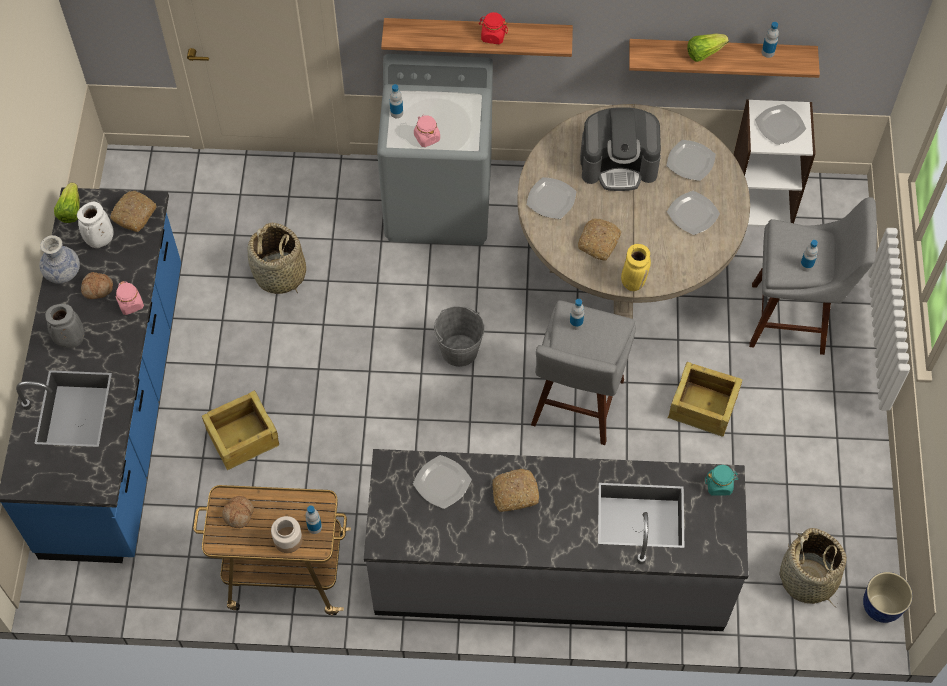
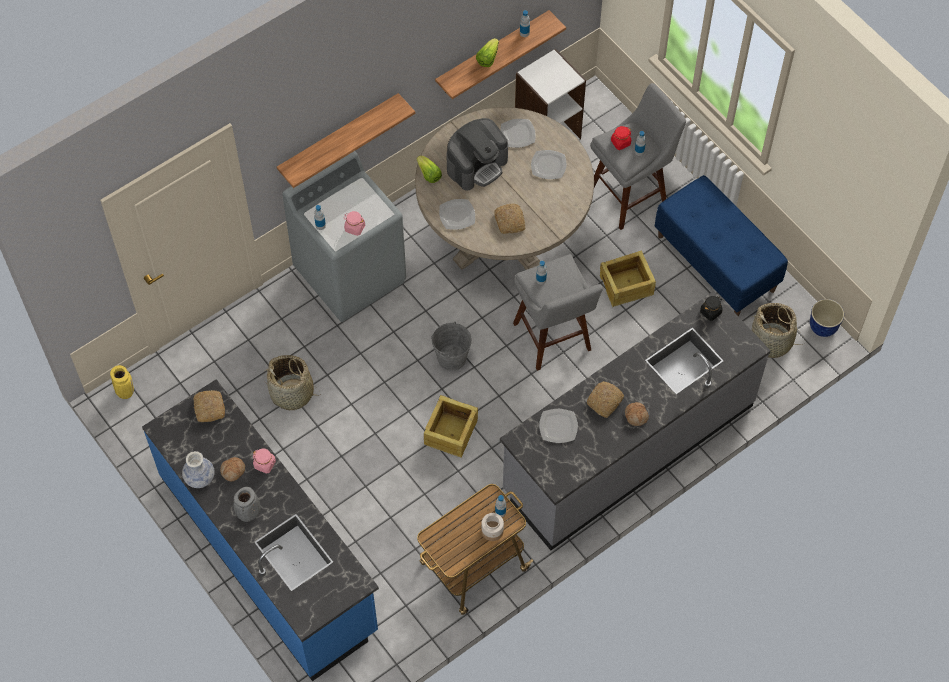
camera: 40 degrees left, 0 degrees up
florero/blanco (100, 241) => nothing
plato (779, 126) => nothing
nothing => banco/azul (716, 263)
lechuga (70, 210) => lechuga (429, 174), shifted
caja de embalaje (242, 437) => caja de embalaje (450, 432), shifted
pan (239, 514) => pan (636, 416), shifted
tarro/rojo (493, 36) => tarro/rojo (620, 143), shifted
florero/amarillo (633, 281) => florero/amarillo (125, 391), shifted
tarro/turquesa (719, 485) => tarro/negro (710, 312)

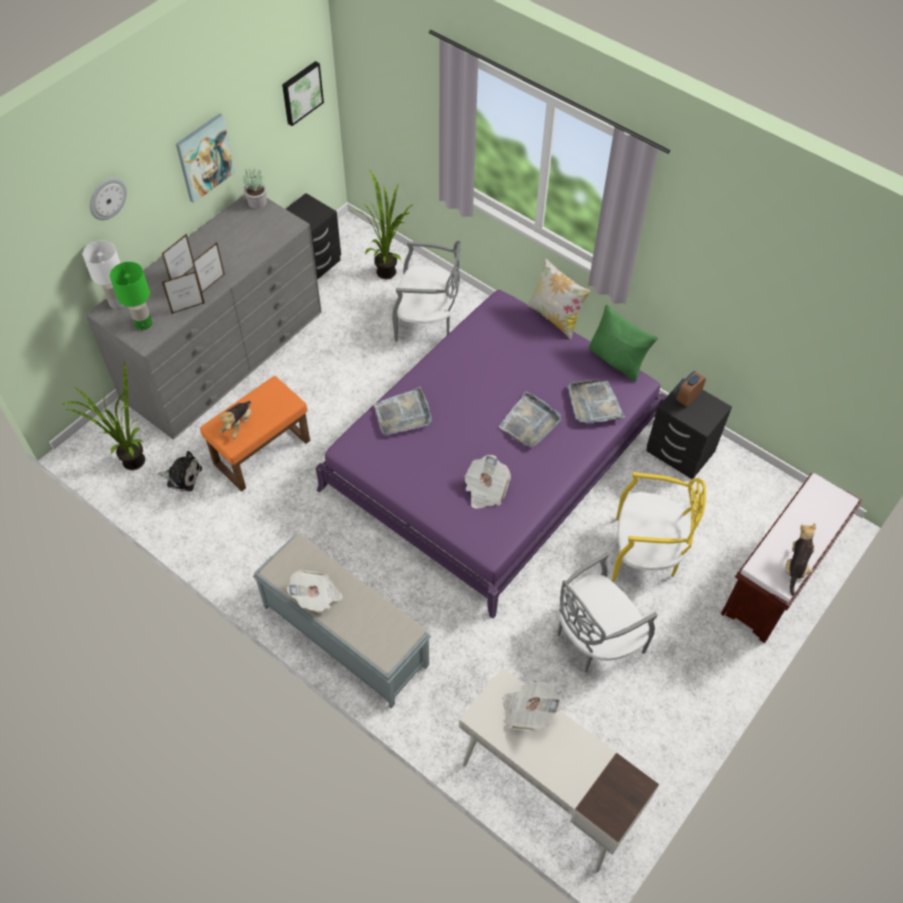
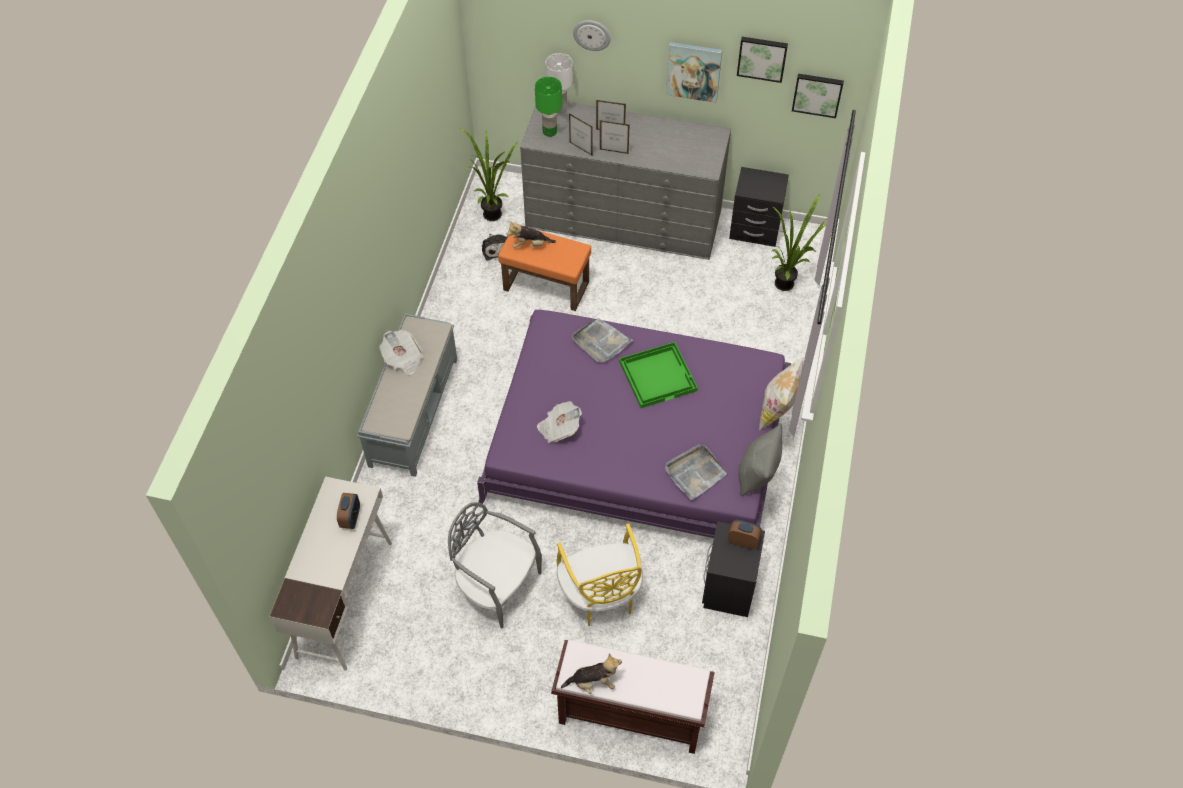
camera: 65 degrees right, 0 degrees up
planta en maceta (257, 202) => nothing
silla/gris (427, 320) => nothing
bandeja/gris (530, 422) => nothing
nothing => bandeja/verde (658, 375)
nothing => cuadro (762, 58)
periódico (528, 711) => despertador (351, 518)
cojín/verde (617, 360) => cojín/gris (757, 474)

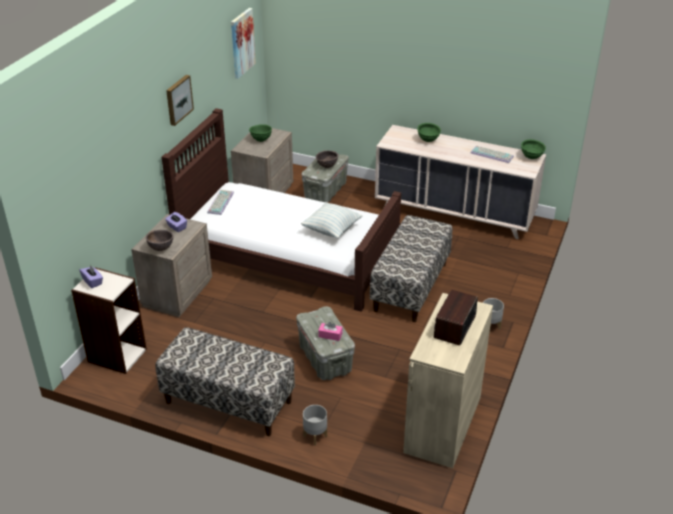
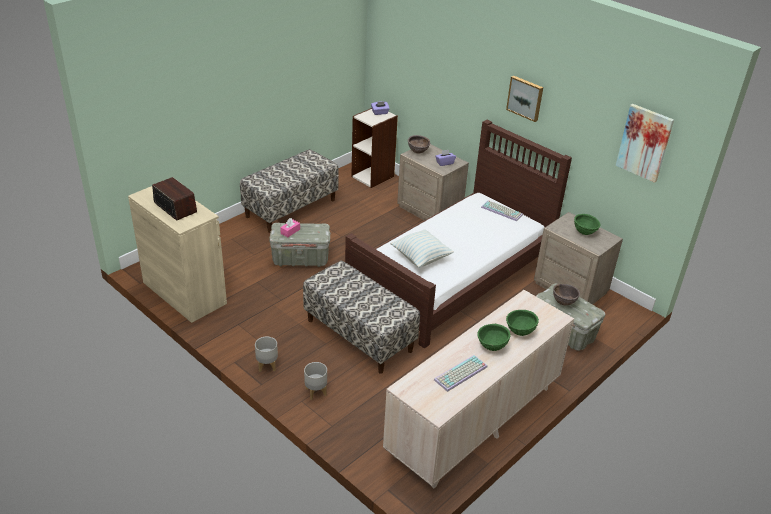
camera: 110 degrees right, 0 degrees up
maceta/gris (315, 436) => maceta/gris (316, 392), shifted
cuenco/verde (531, 158) => cuenco/verde (491, 347), shifted

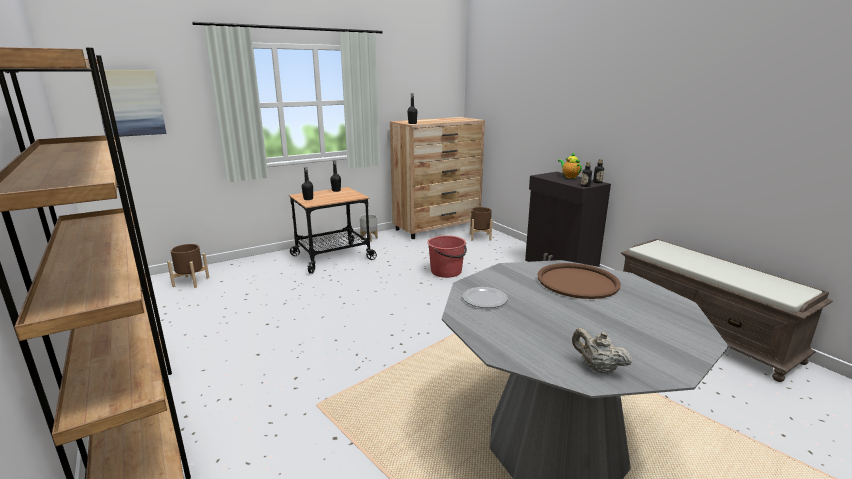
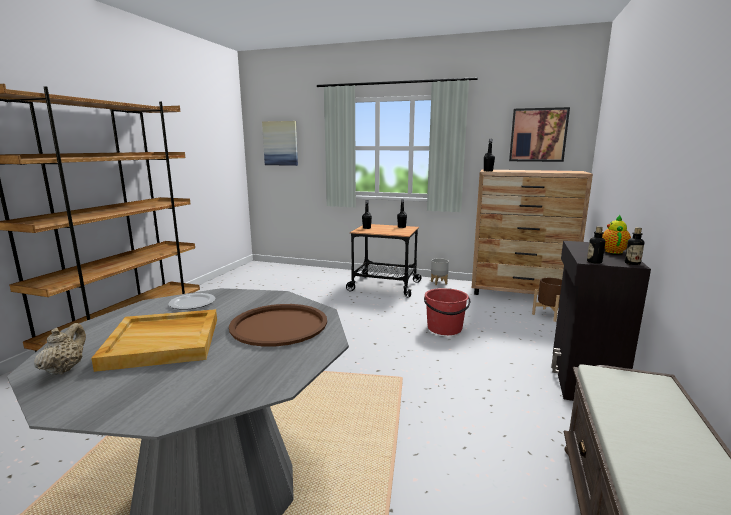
camera: 50 degrees right, 5 degrees down
maceta/marrón (191, 282) => nothing
nothing => bandeja/beis (164, 342)
nothing => cuadro (538, 135)

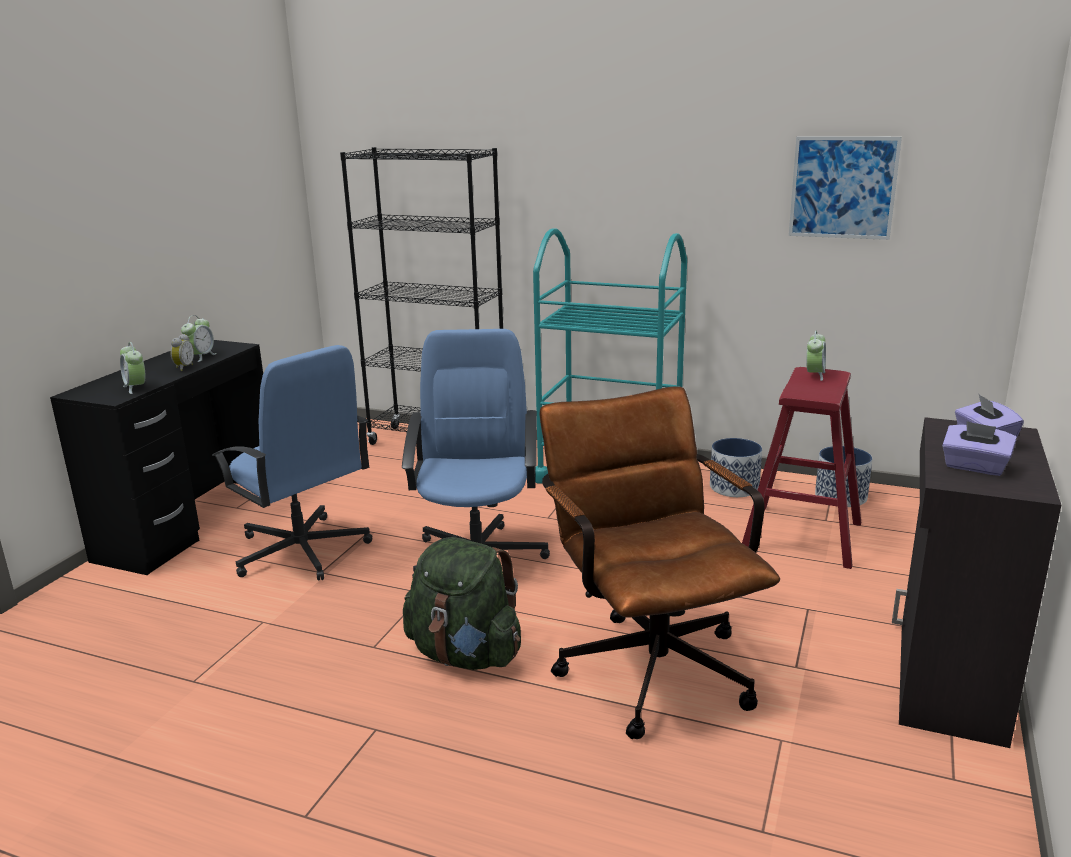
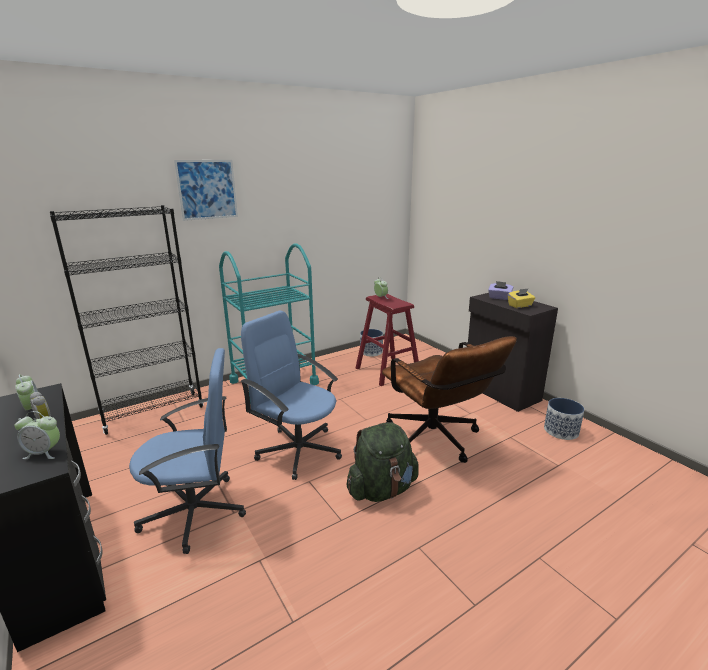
camera: 55 degrees left, 0 degrees up
maceta (734, 488) => maceta (561, 431), shifted
cuadro (843, 187) => cuadro (207, 189), shifted
caja de pañuelos/morado (974, 467) => caja de pañuelos/amarillo (520, 305)
silla de oficina/marrón (649, 661) => silla de oficina/marrón (437, 442), 135 degrees counterclockwise

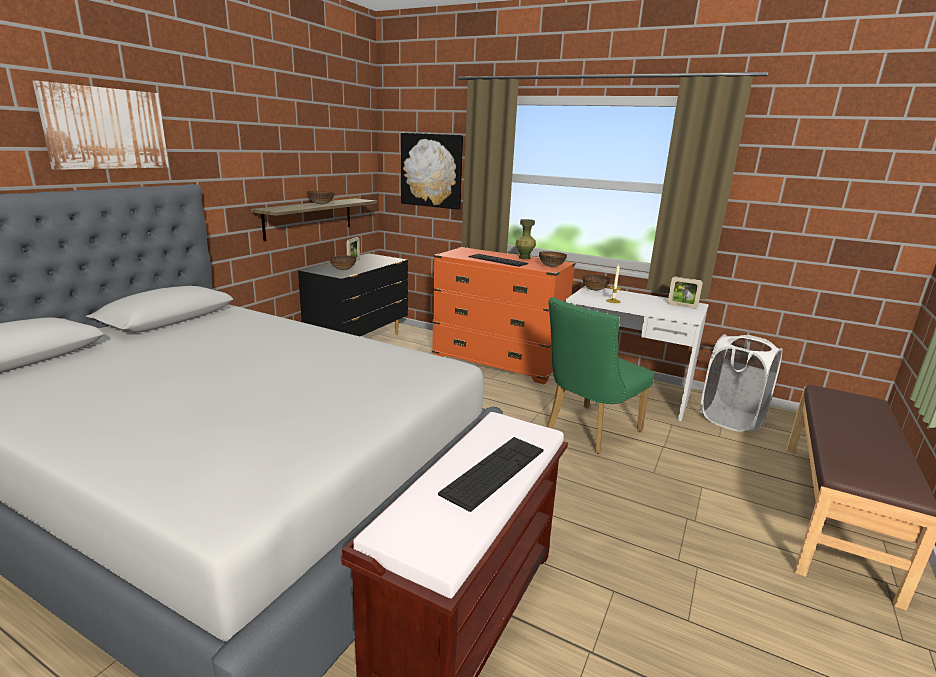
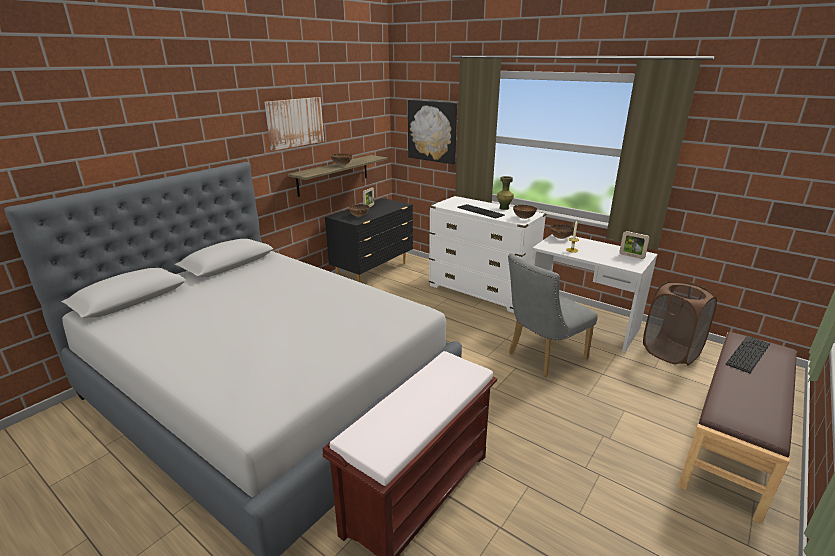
camera: 10 degrees right, 5 degrees up
cuadro (106, 128) => cuadro (295, 122), shifted
teclado (494, 471) => teclado (748, 354), shifted
cómoda/naranja (497, 362) => cómoda/blanco (481, 292)
silla/verde (588, 431) => silla/gris (542, 357)
cesto de la ropa/blanco (731, 419) => cesto de la ropa/marrón (670, 352)

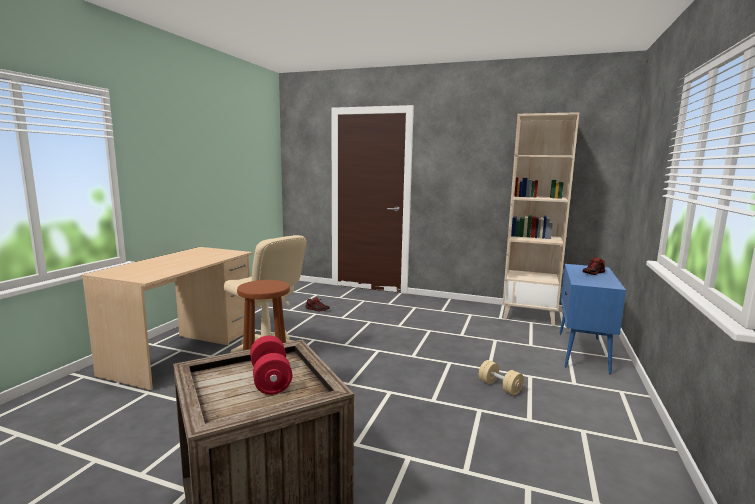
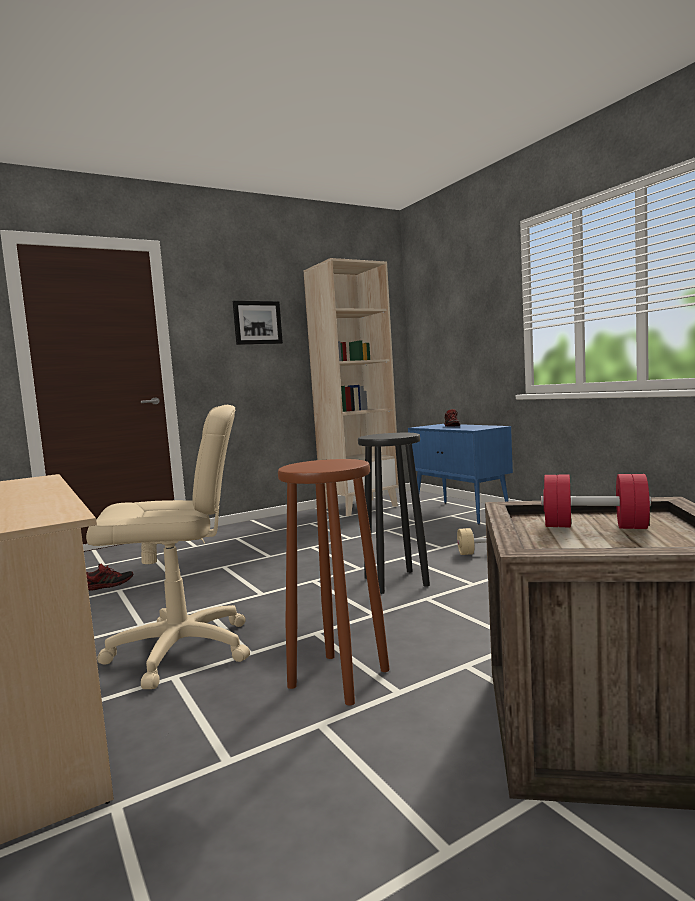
camera: 50 degrees left, 5 degrees down
nothing => cuadro (257, 323)
nothing => taburete/negro (397, 581)

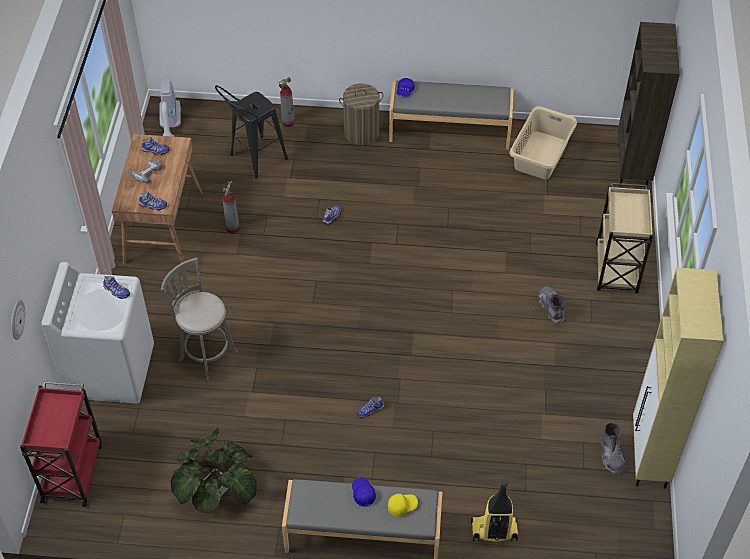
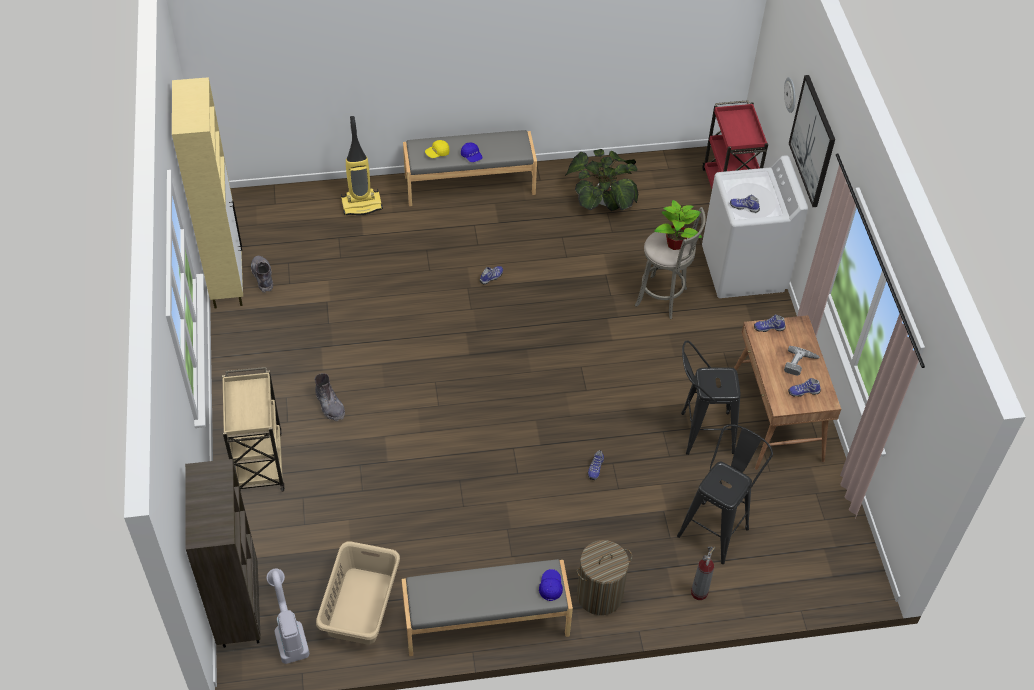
camera: 165 degrees right, 0 degrees up
nothing => planta en maceta (675, 244)
nothing => cuadro (813, 141)
aspiradora (170, 126) => aspiradora (288, 630), shifted
extintor (232, 228) => taburete/negro (700, 433)

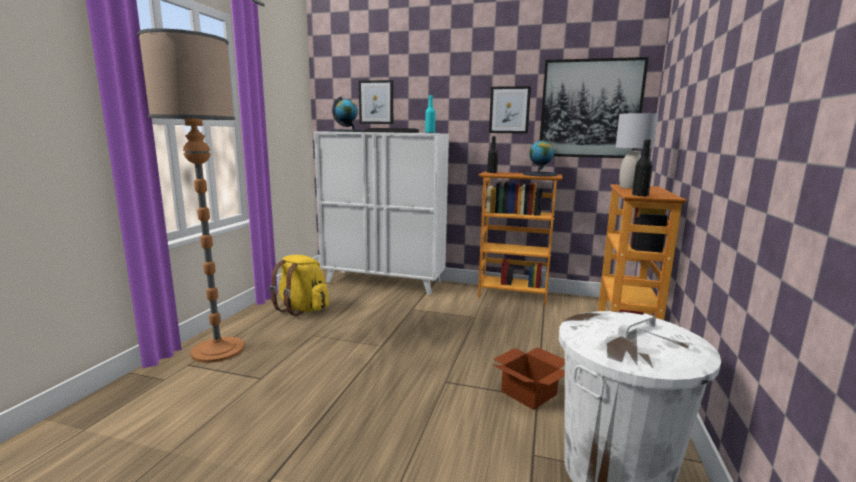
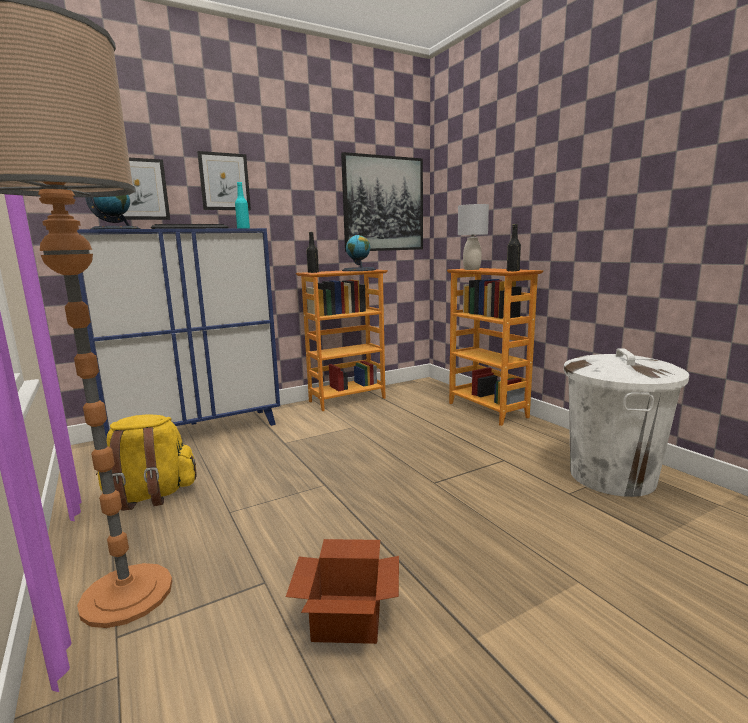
camera: 45 degrees left, 0 degrees up
cuadro (509, 110) => cuadro (224, 182), shifted
caja de cartón (530, 393) => caja de cartón (349, 616), shifted
armario/blanco (384, 282) => armario/azul (198, 431)

